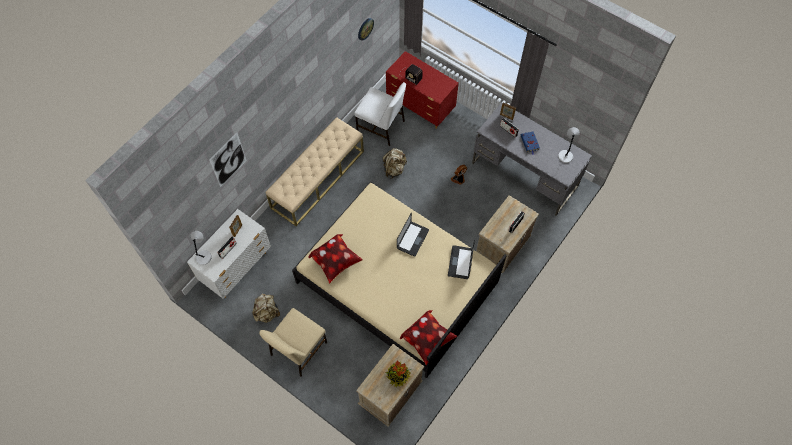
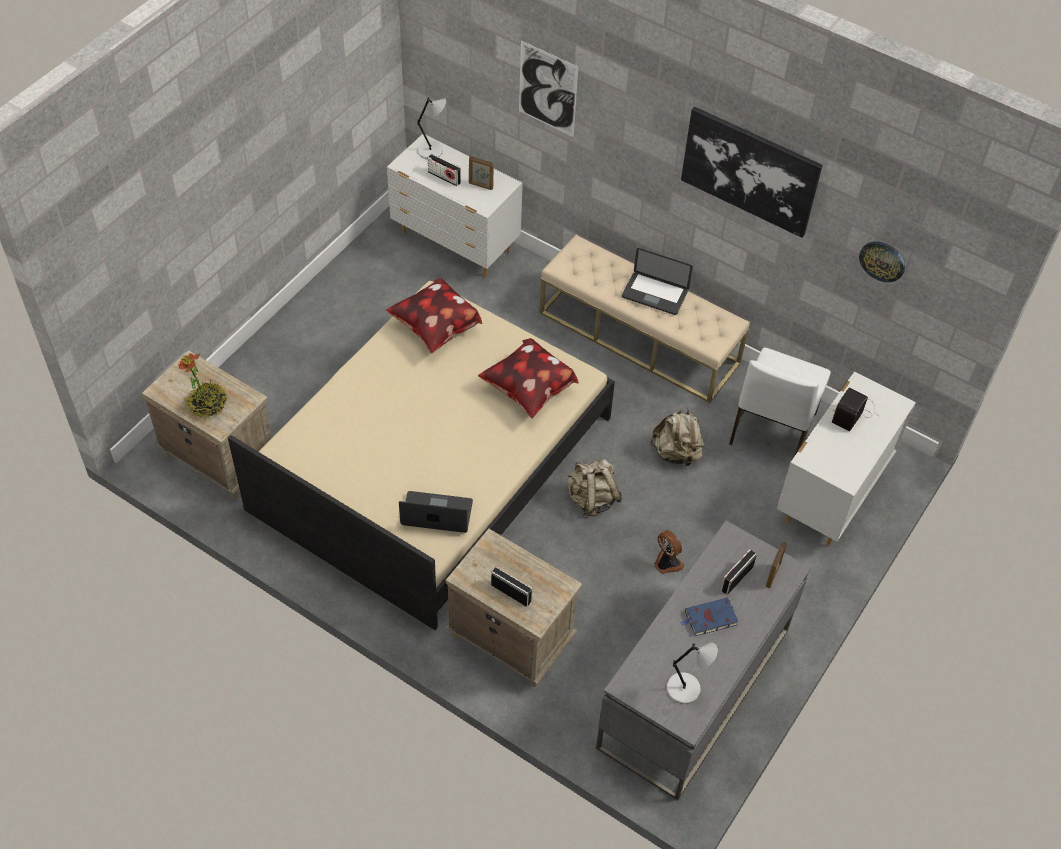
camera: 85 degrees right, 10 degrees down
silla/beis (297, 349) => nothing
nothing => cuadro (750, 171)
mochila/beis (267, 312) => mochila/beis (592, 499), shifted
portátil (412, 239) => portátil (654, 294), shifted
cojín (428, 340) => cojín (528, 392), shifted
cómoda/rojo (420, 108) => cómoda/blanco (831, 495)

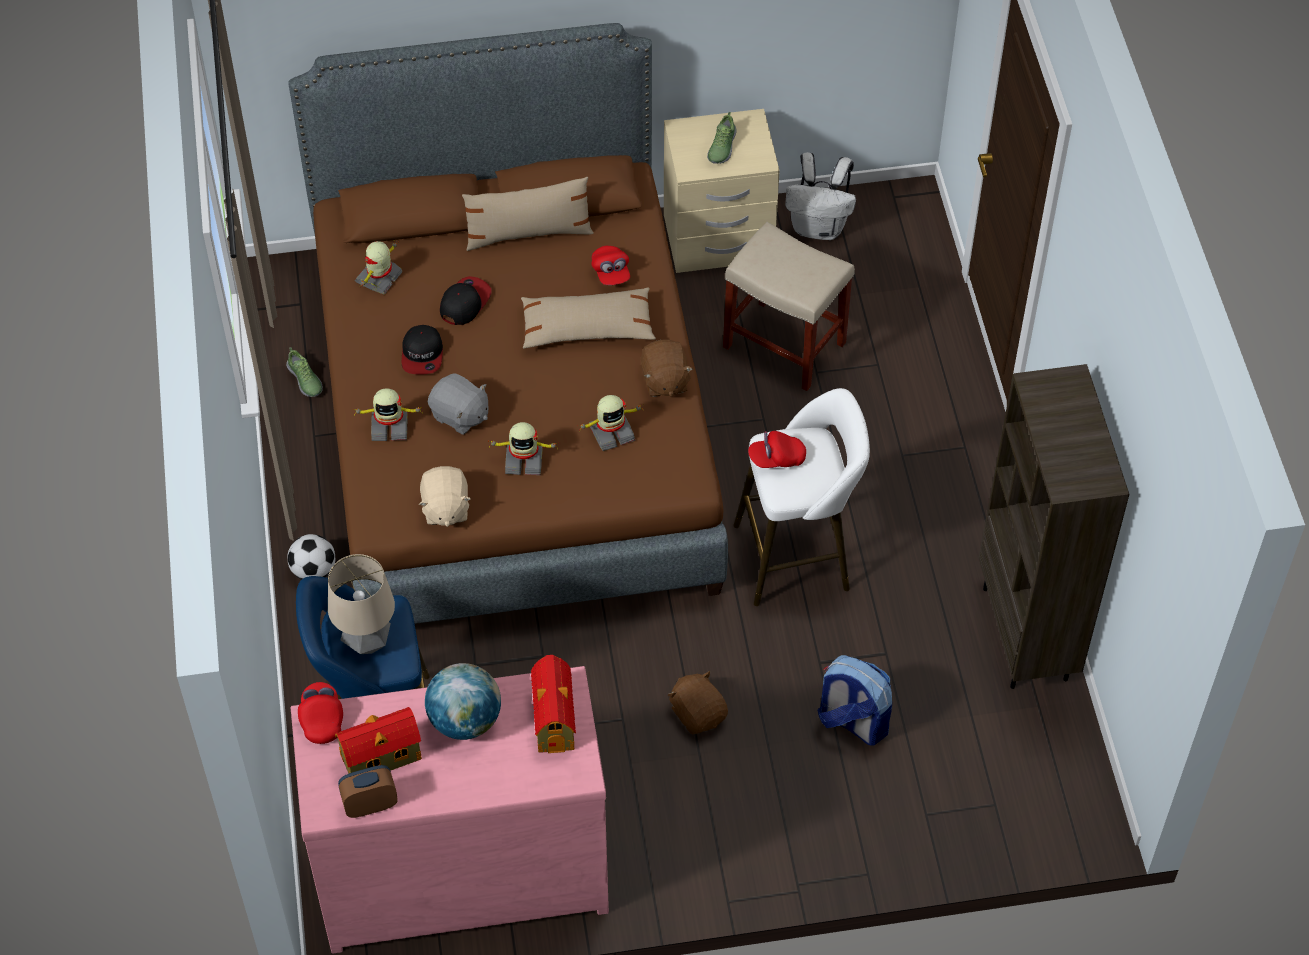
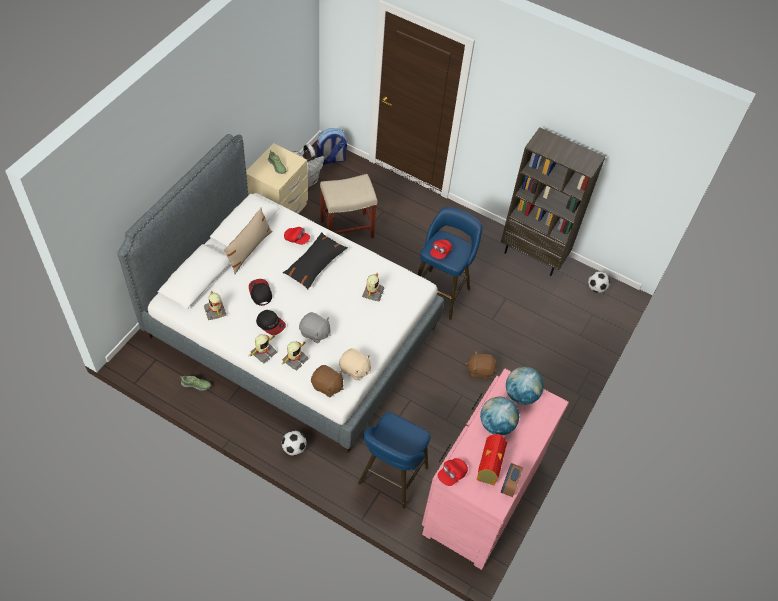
camera: 55 degrees left, 0 degrees up
lámpara de mesa (367, 642) => nothing
nothing => balón de fútbol (596, 288)
robot de juguete (524, 459) => robot de juguete (263, 352), shifted
peluche/marrón (664, 381) => peluche/marrón (327, 386), shifted
mochila (852, 722) => mochila (331, 159), shifted
casita (554, 718) => globo terráqueo (521, 394)
cama/marrón (512, 419) => cama/blanco (291, 331)
cojín/beis (587, 327) => cojín/negro (315, 264)
taburete/blanco (799, 555) => taburete/azul (441, 292)
gorra/rojo (322, 718) => gorra/rojo (451, 474), 75 degrees counterclockwise
peluche/gris (460, 415) => peluche/gris (314, 333), 45 degrees clockwise

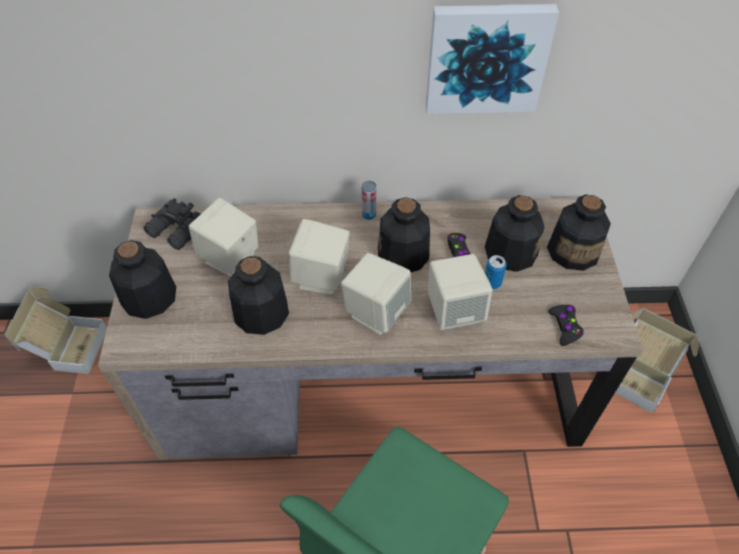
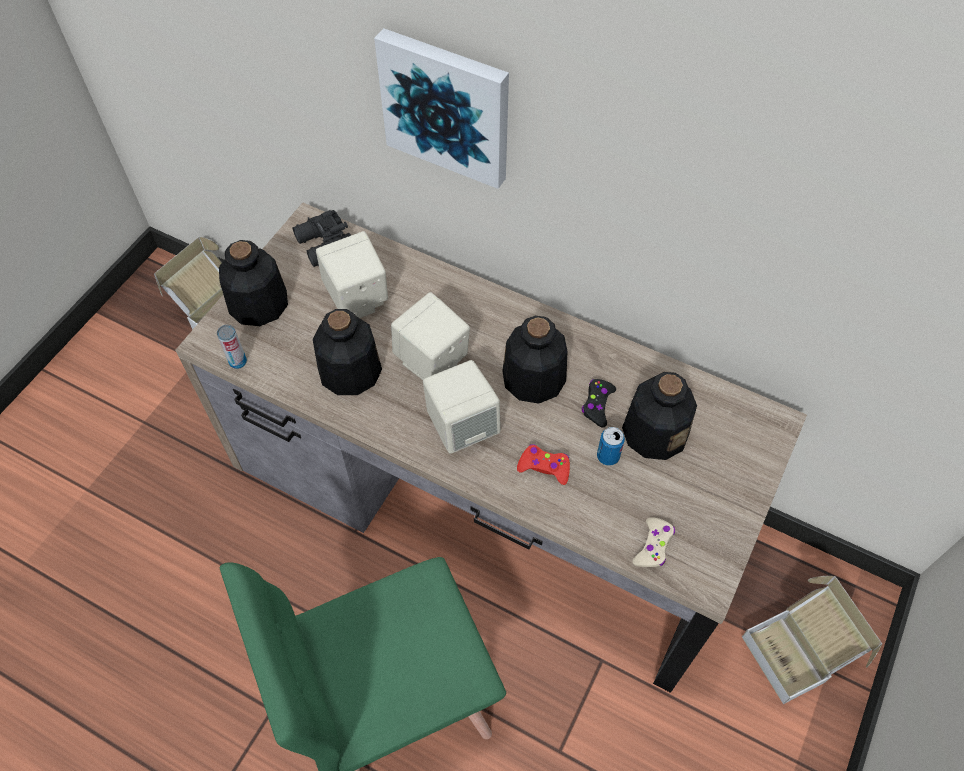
camera: 30 degrees right, 5 degrees up
botella (573, 251) => nothing
lata (369, 214) => lata (238, 362), shifted
cuadro (486, 57) => cuadro (447, 106), shifted
altavoz/beis (454, 311) => mando de consola/rojo (544, 467)
mando de consola/negro (565, 327) => mando de consola/beis (653, 546)

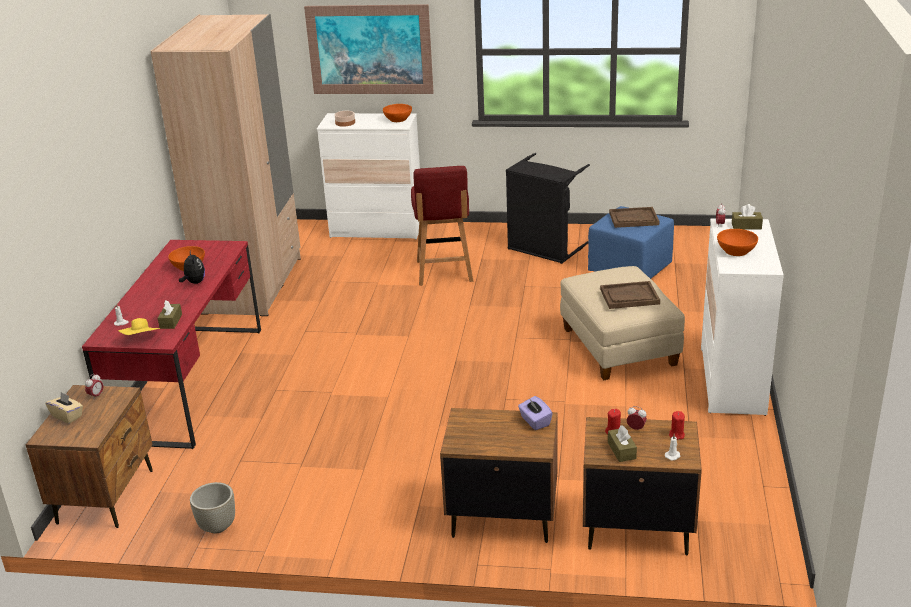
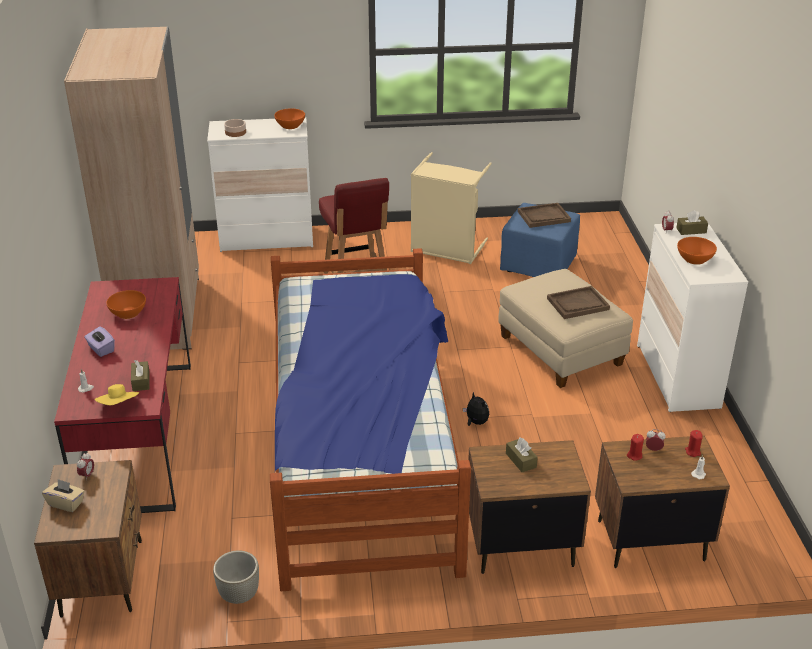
camera: 15 degrees left, 5 degrees up
cuadro (369, 50) => nothing
nothing => cama (362, 450)
peluche (194, 282) => peluche (475, 422), shifted
caja de pañuelos/morado (535, 421) => caja de pañuelos/morado (101, 349), shifted
caja de pañuelos/marrón (621, 450) => caja de pañuelos/marrón (521, 460), shifted
cesto de la ropa/negro (543, 250) => cesto de la ropa/beis (446, 250)

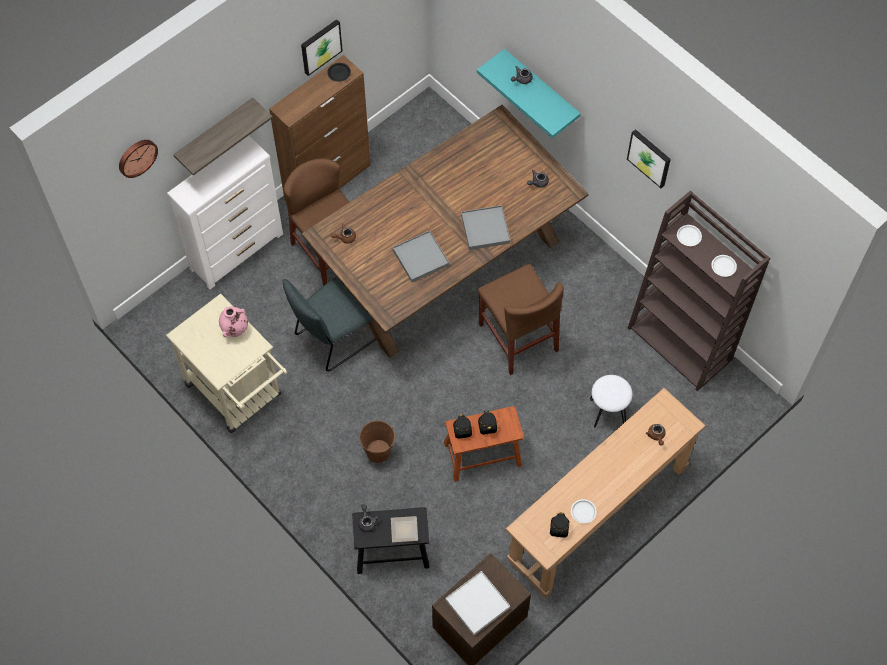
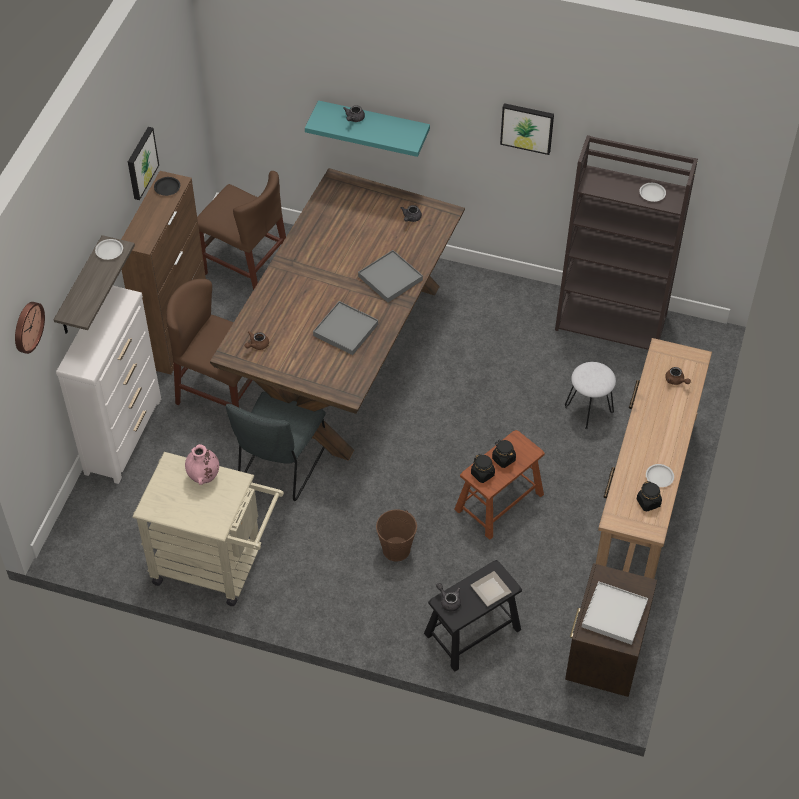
camera: 30 degrees left, 10 degrees down
silla/marrón (518, 337) => silla/marrón (246, 268), shifted
plato/blanco (688, 236) => plato/blanco (109, 251), shifted

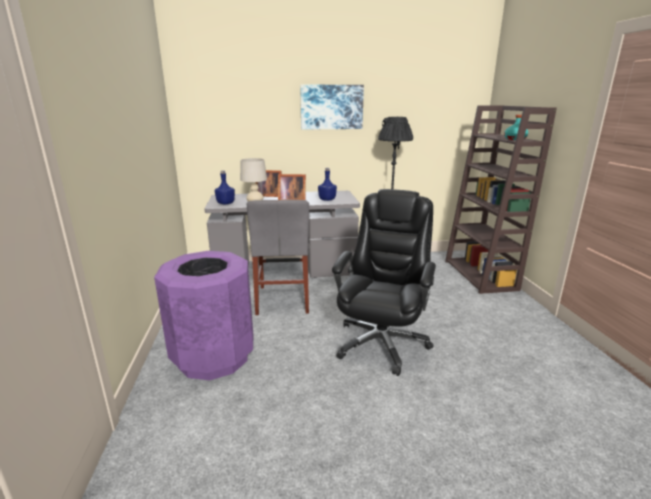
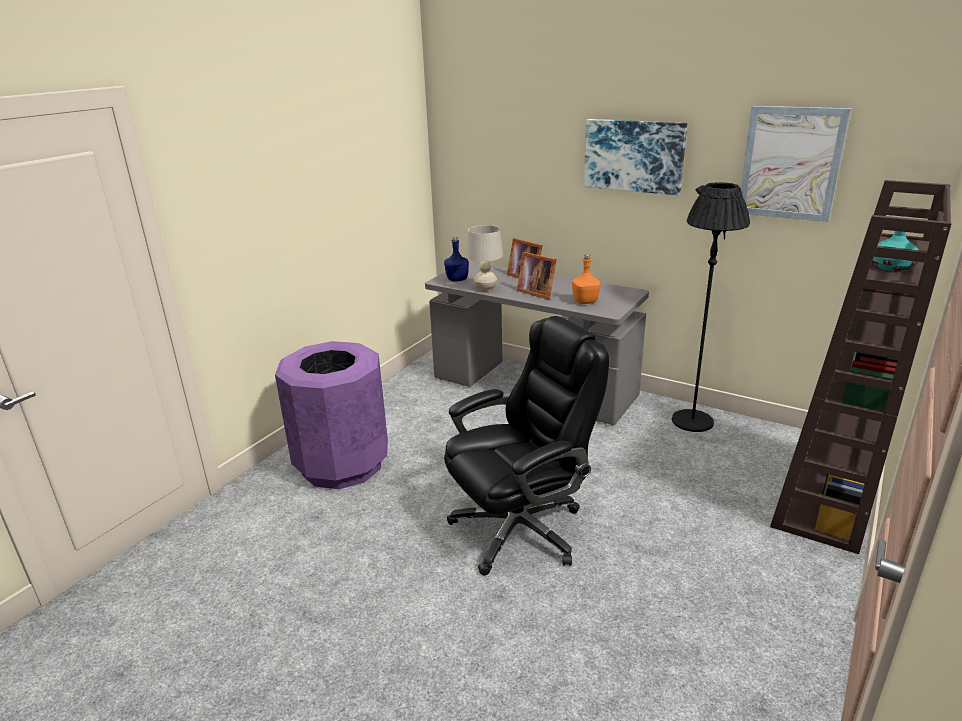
camera: 40 degrees right, 5 degrees up
silla/gris (283, 299) => nothing
nothing => cuadro (790, 163)
botella/azul (327, 199) => botella/naranja (585, 302)

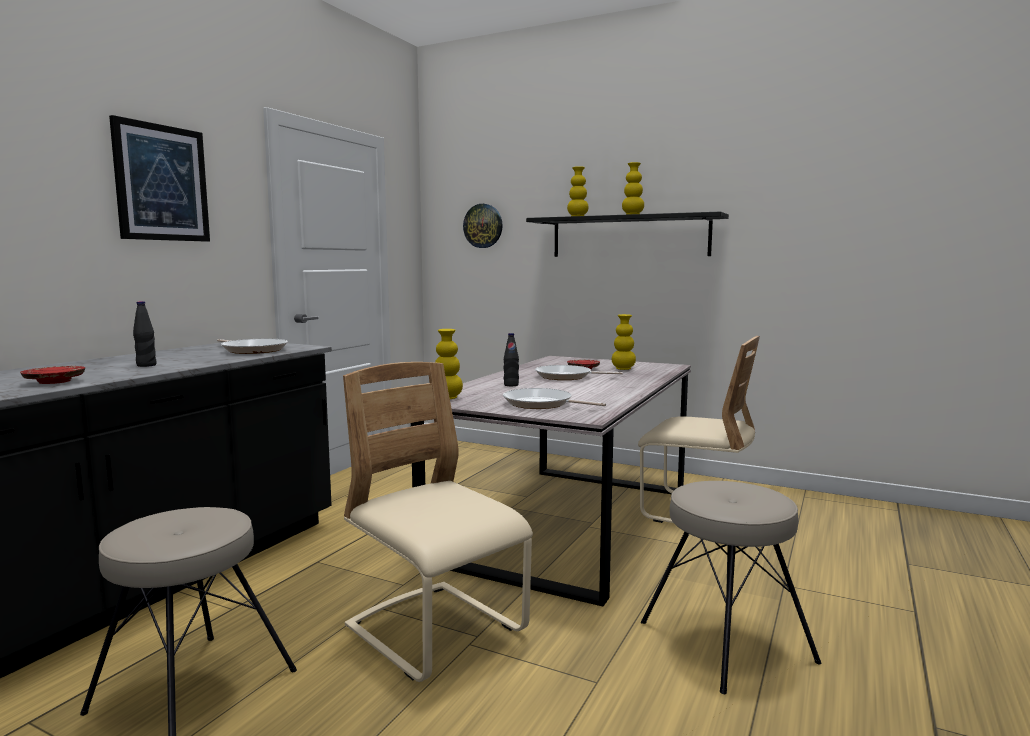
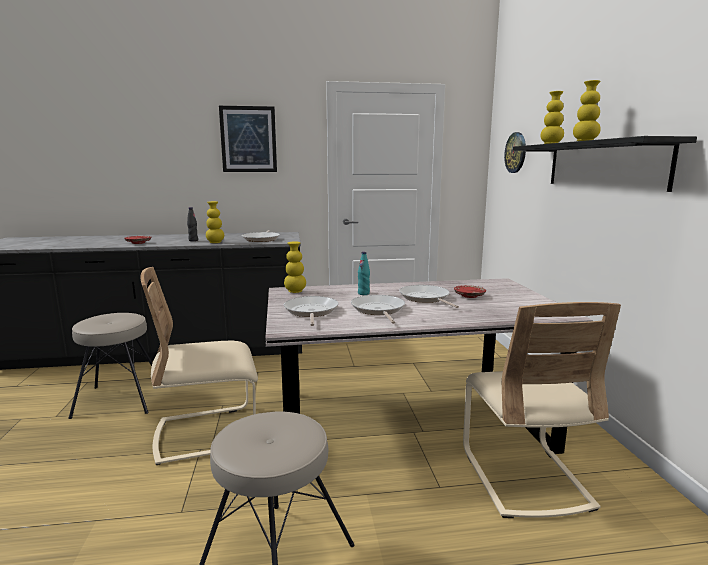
camera: 55 degrees right, 5 degrees up
nothing => sartén (378, 310)
florero/amarillo (623, 369) => florero/amarillo (215, 242), shifted
botella/negro (511, 385) => botella/turquesa (363, 293)
silla/beis (436, 631) => silla/beis (207, 433), 120 degrees counterclockwise

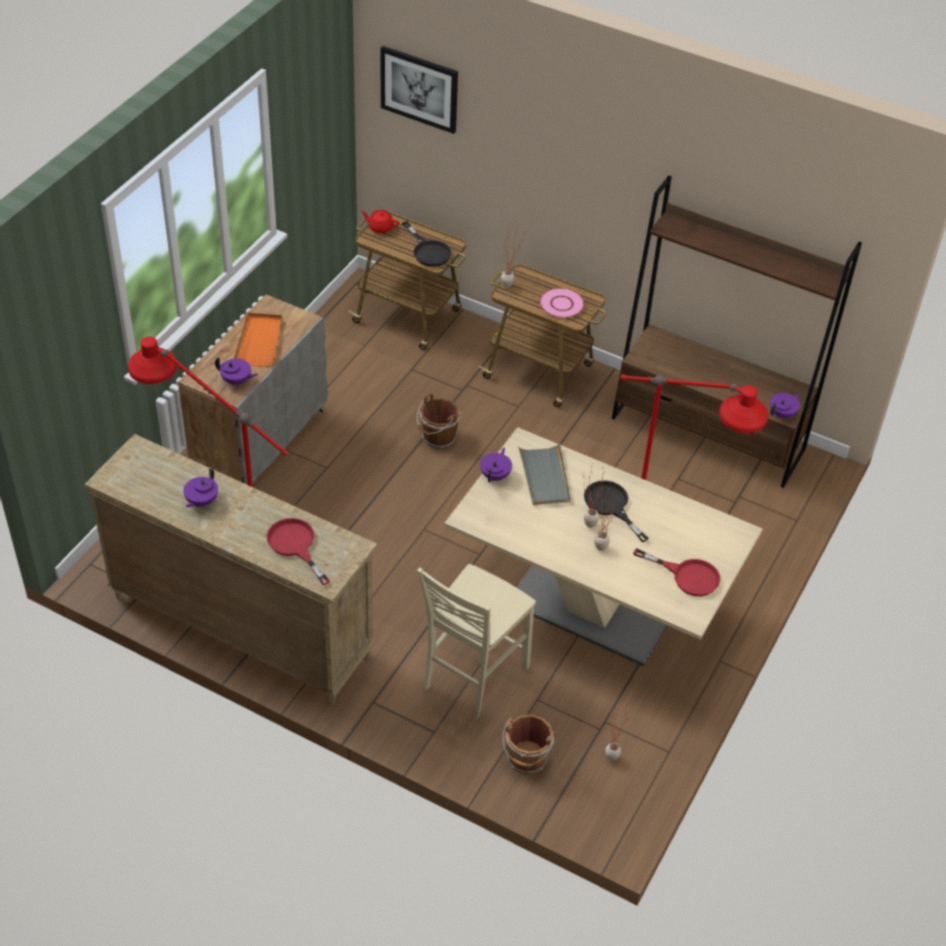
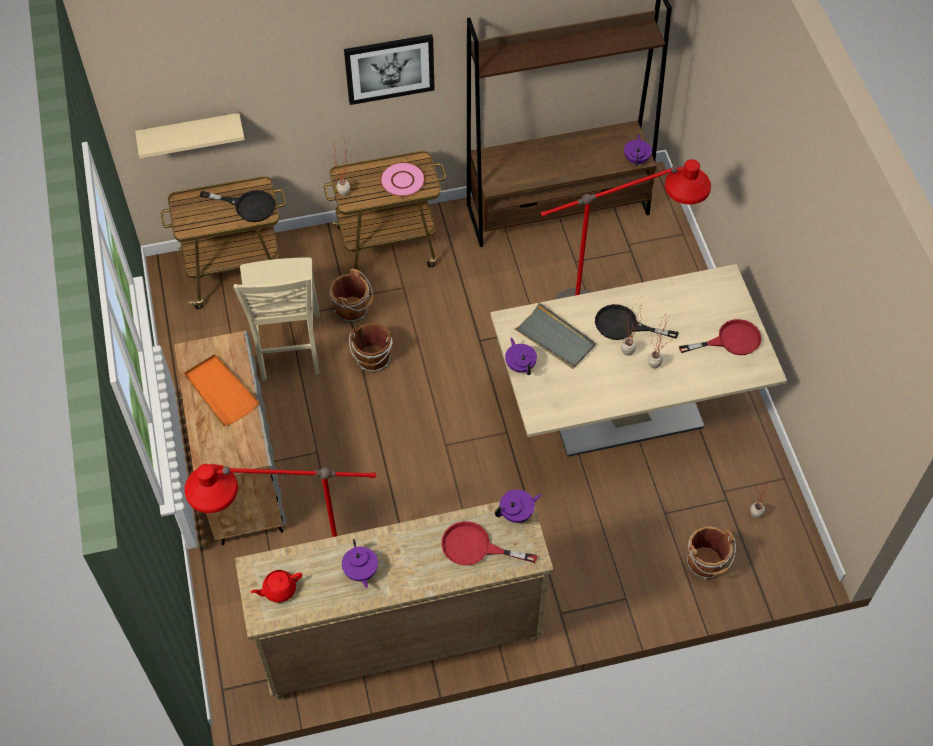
camera: 40 degrees left, 10 degrees up
nothing => estante/beis (190, 134)
nothing => cubo/marrón (353, 310)
tetera/morado (237, 381) => tetera/morado (517, 513), shifted
tetera/rojo (380, 227) => tetera/rojo (279, 590), shifted
cuadro (419, 88) => cuadro (389, 68), shifted
silla/beis (472, 677) => silla/beis (288, 348), shifted

